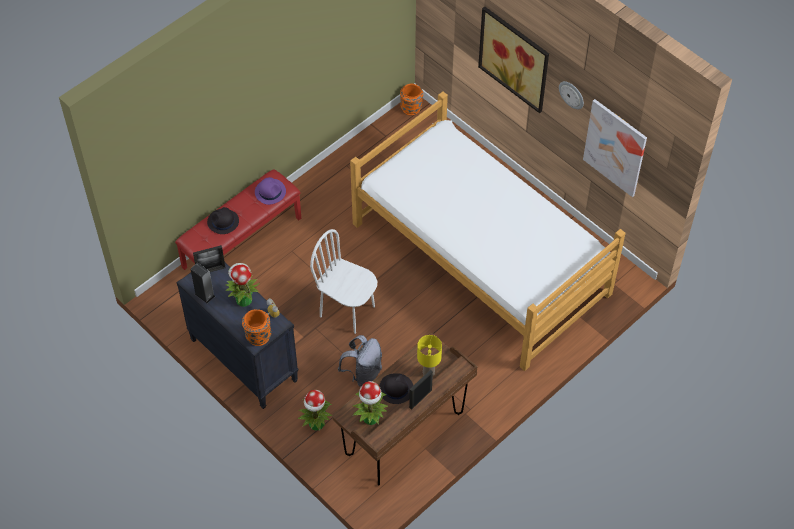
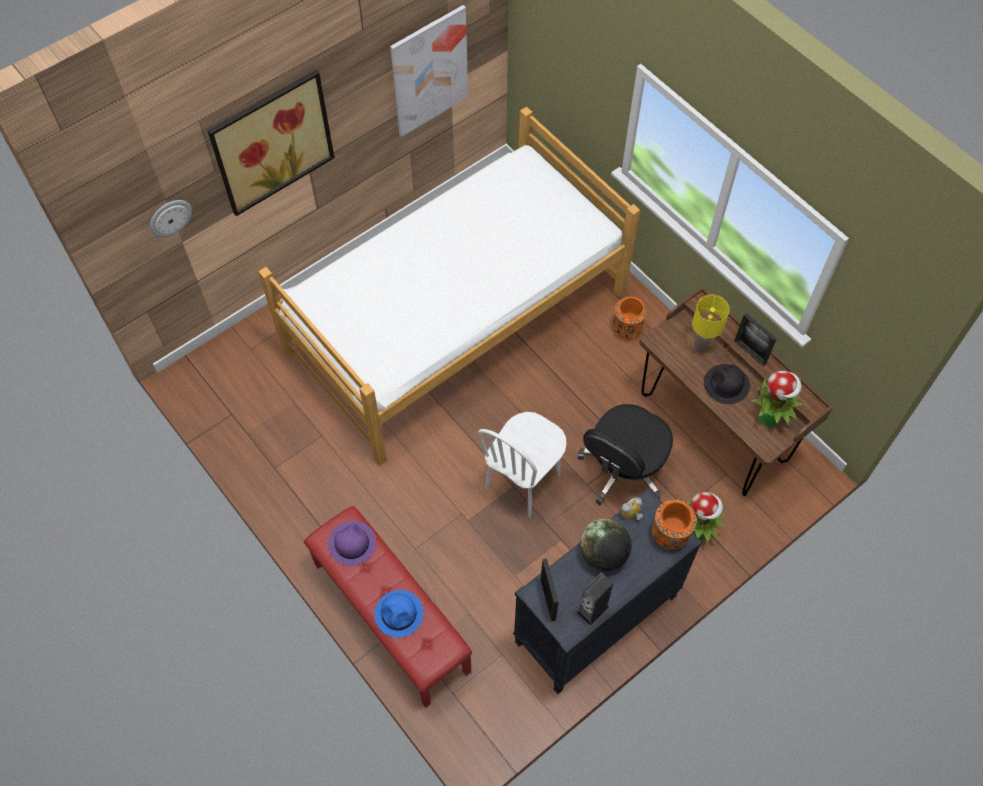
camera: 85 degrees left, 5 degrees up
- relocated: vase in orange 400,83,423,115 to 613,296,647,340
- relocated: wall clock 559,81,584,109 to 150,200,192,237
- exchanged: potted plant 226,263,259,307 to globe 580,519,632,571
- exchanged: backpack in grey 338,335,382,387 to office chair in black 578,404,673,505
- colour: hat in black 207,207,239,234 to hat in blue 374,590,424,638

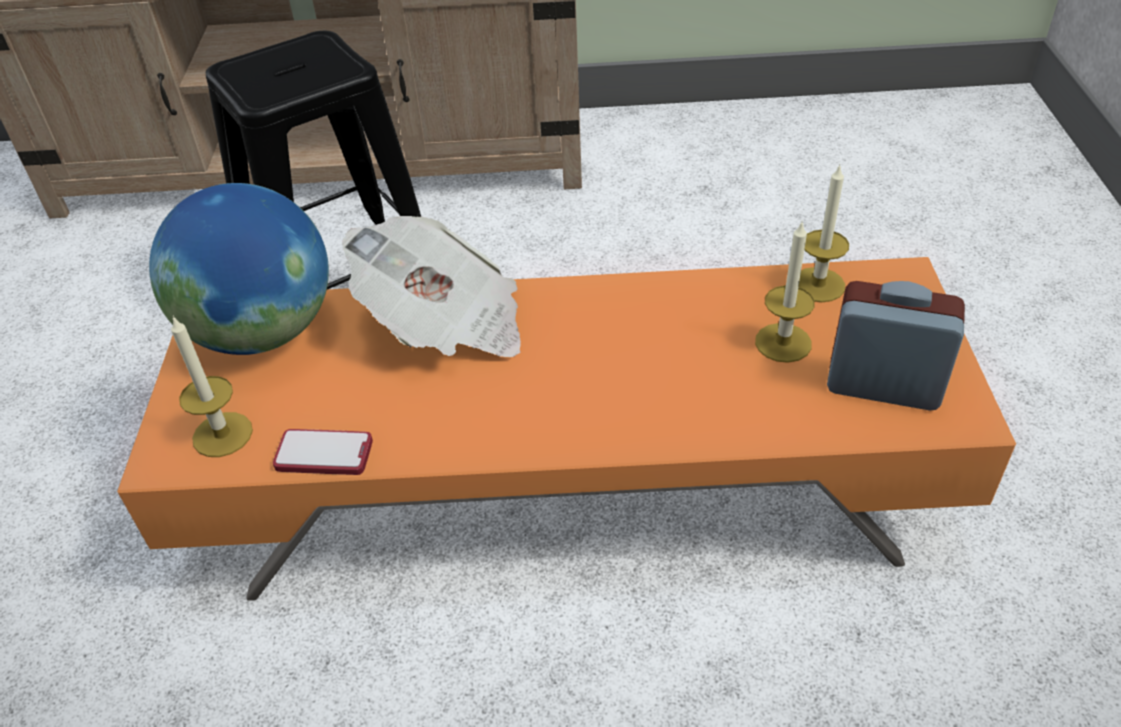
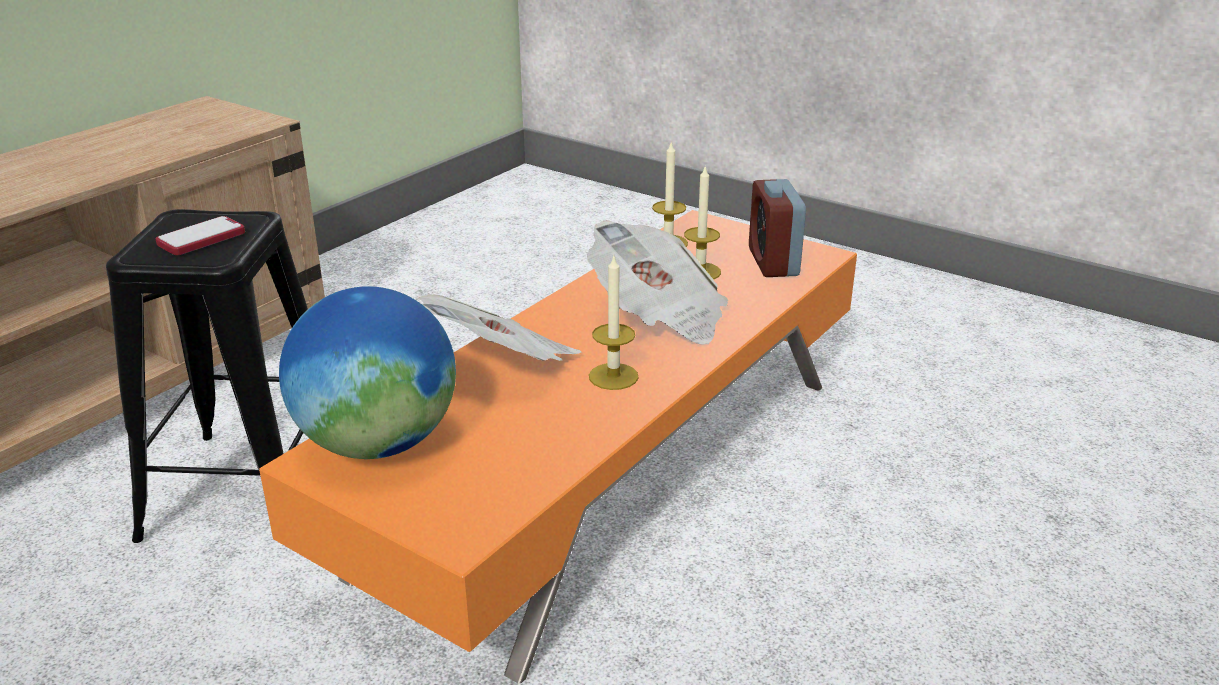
camera: 55 degrees left, 15 degrees down
- appeared: newspaper 587,220,728,345
- relocated: candle 171,315,253,457 to 589,257,639,390
- relocated: phone 273,429,373,475 to 156,216,245,255
- spun: alarm clock 827,281,965,411 = 749,179,806,277 60 degrees counterclockwise

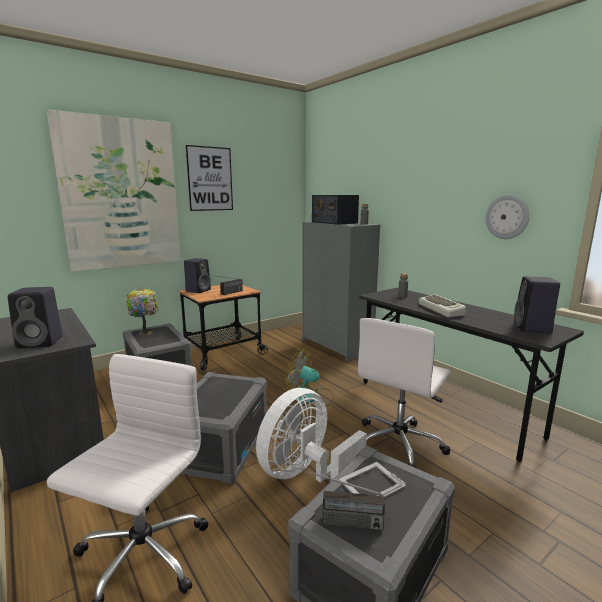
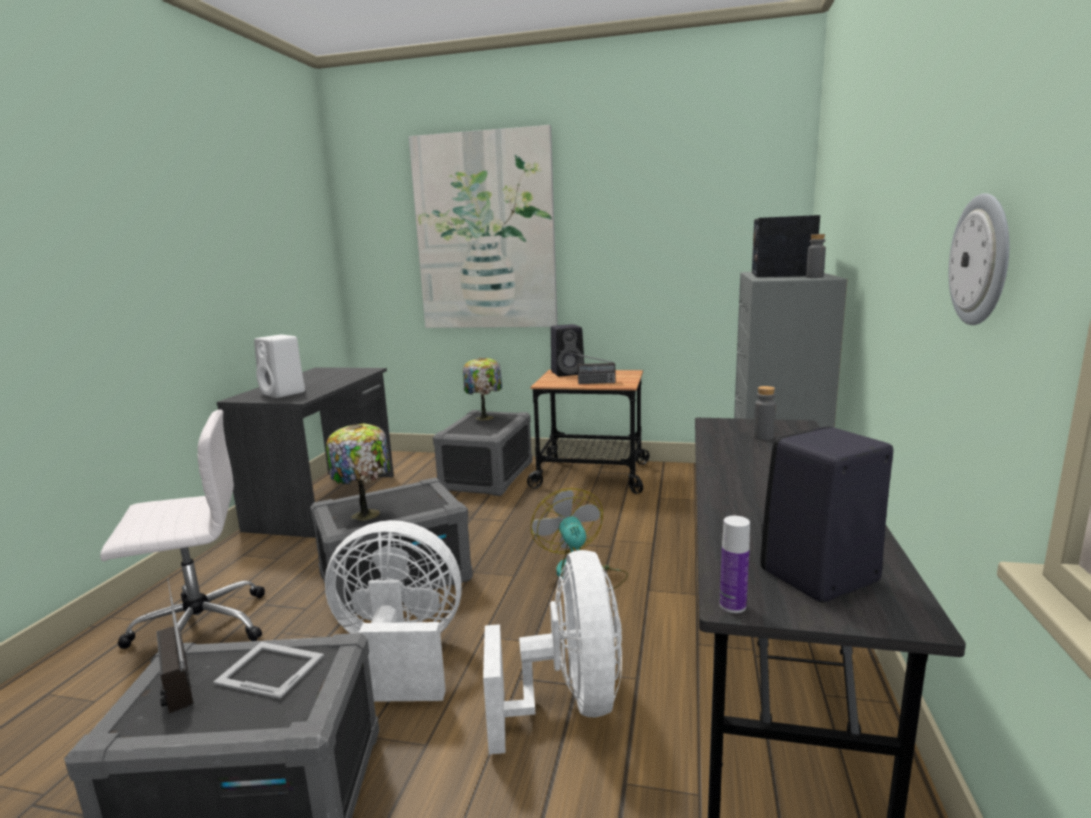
camera: 50 degrees right, 0 degrees up
- missing: picture 186,145,233,211
- missing: keyboard 419,294,466,317
- appeared: table lamp 326,423,390,521
- appeared: bottle 720,516,750,613
- exchanged: office chair in white 358,318,451,468 to fan in white 483,550,622,755
- colour: speaker in black 8,287,63,348 to speaker in white 254,334,305,398

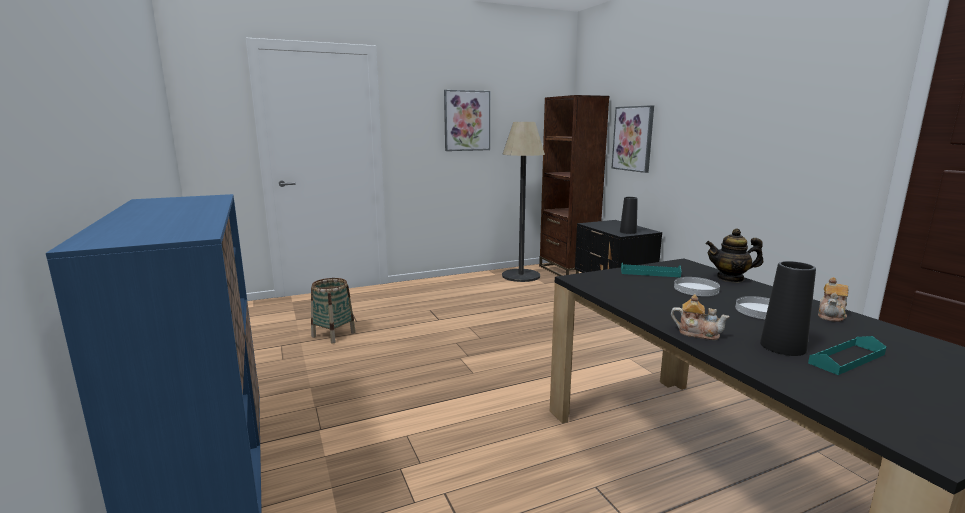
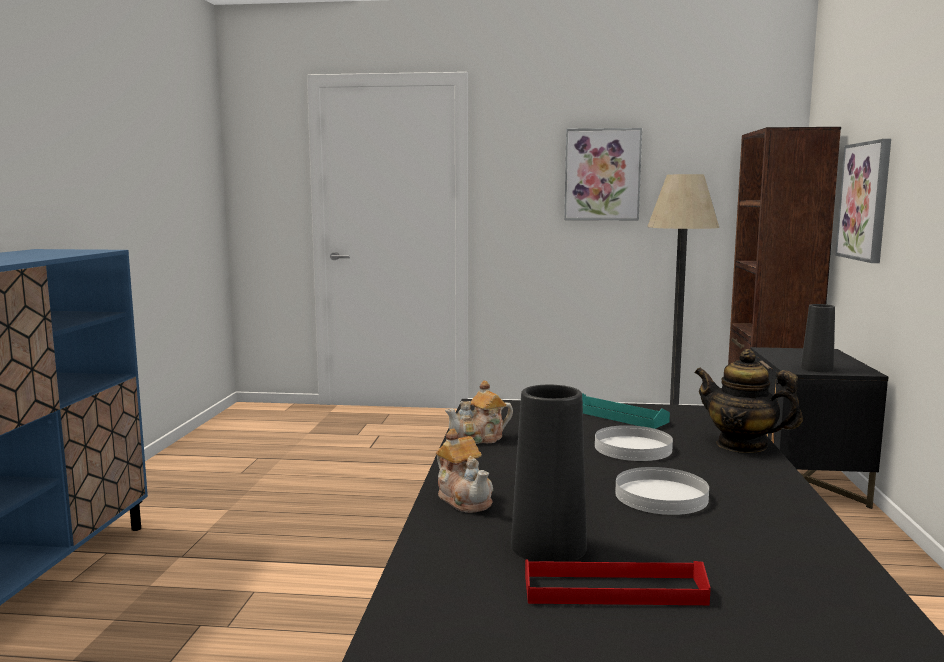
camera: 30 degrees right, 5 degrees down
- missing: basket 311,278,356,343
- relocated: teapot 818,277,848,322 to 445,380,513,444
- colour: tray in turquoise 808,336,886,375 to tray in red 525,559,711,605

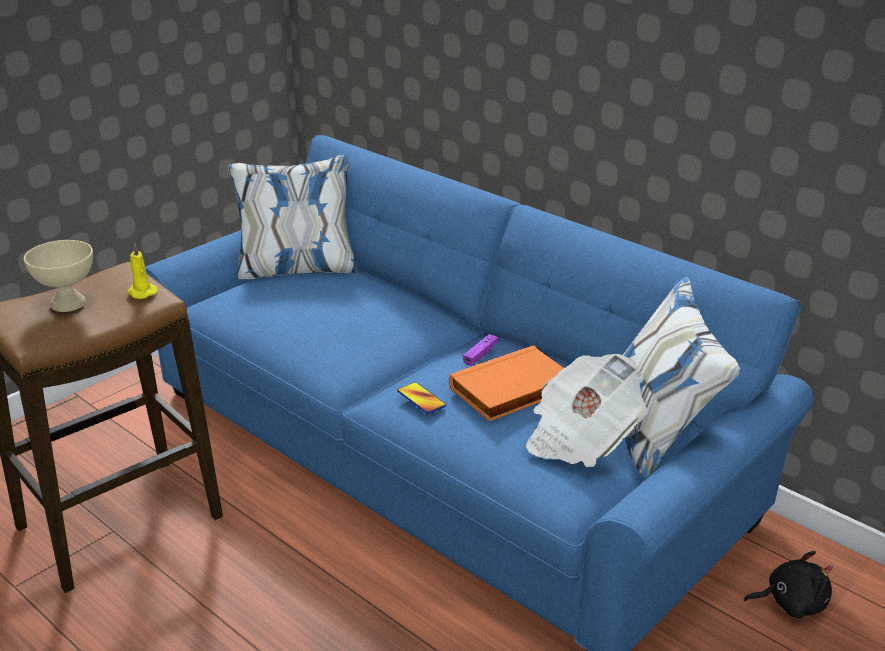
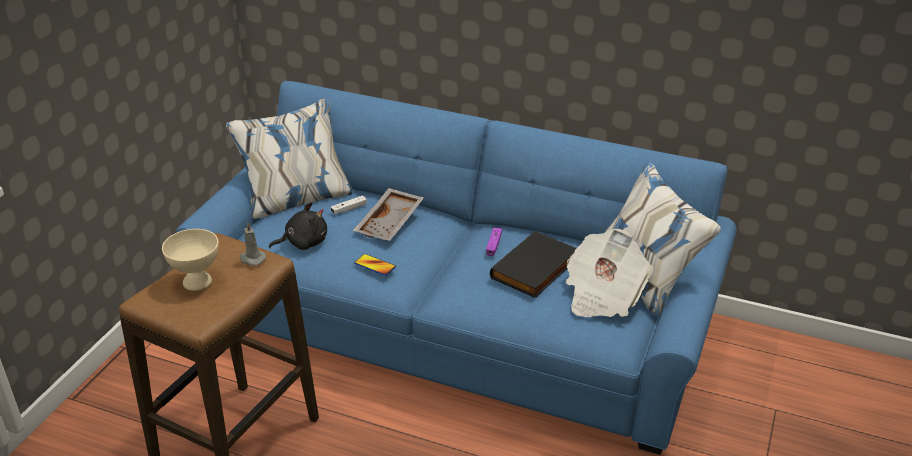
camera: 20 degrees left, 5 degrees up
- appeared: game controller in white 331,195,367,214
- appeared: tray in grey 353,188,424,241
- relocated: phone 397,382,446,414 to 354,254,396,276
- relocated: plush toy in black 743,551,833,618 to 269,202,327,250
- colour: candle in yellow 127,244,158,299 to candle in grey 240,222,266,266
- colour: book in orange 449,345,564,421 to book in black 490,231,577,298

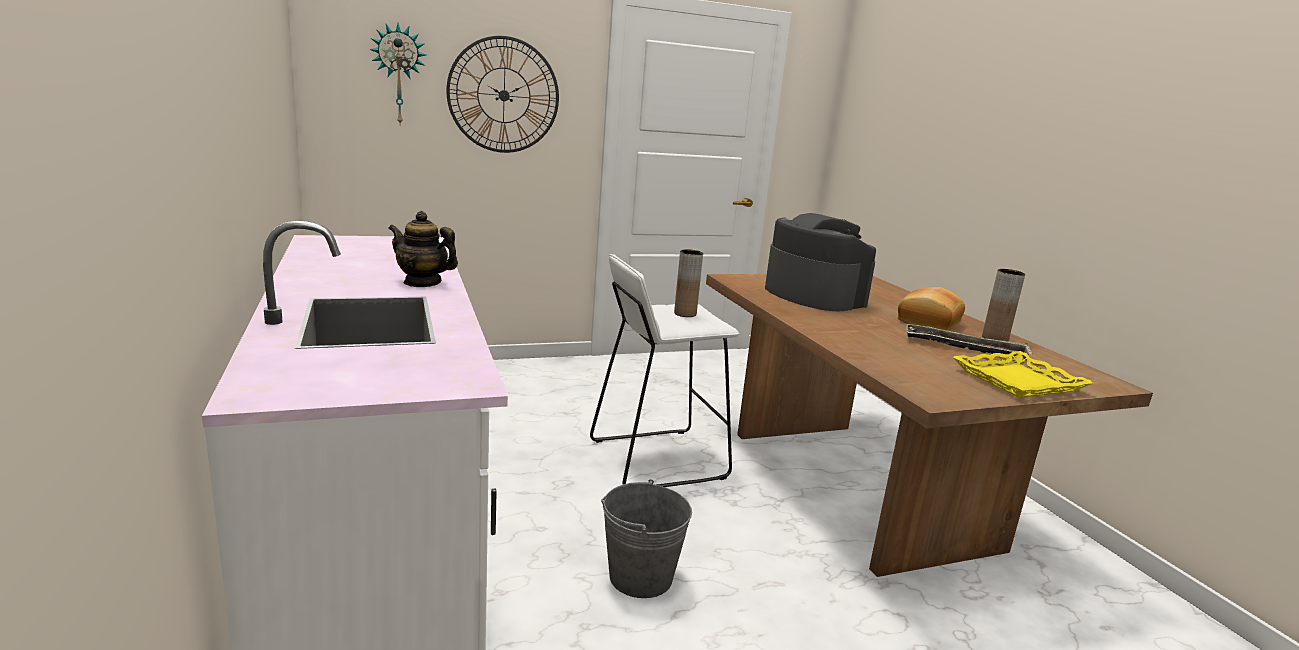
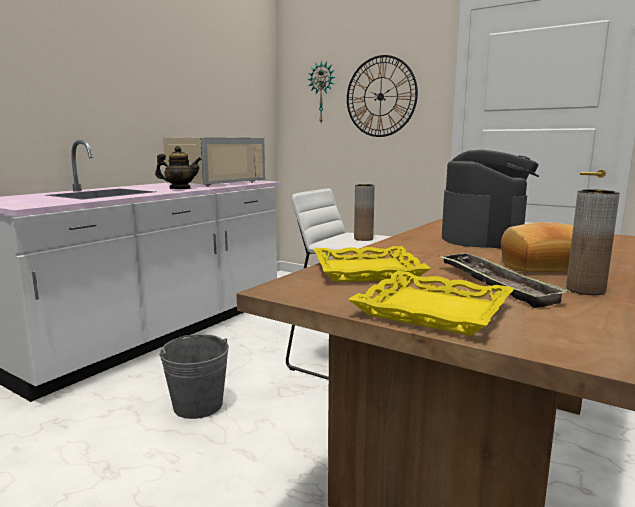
camera: 55 degrees right, 5 degrees down
- appeared: microwave in beige 163,137,265,187
- appeared: tray in yellow 314,246,431,282
- spun: teapot 388,211,458,287 = 155,146,202,189 105 degrees clockwise

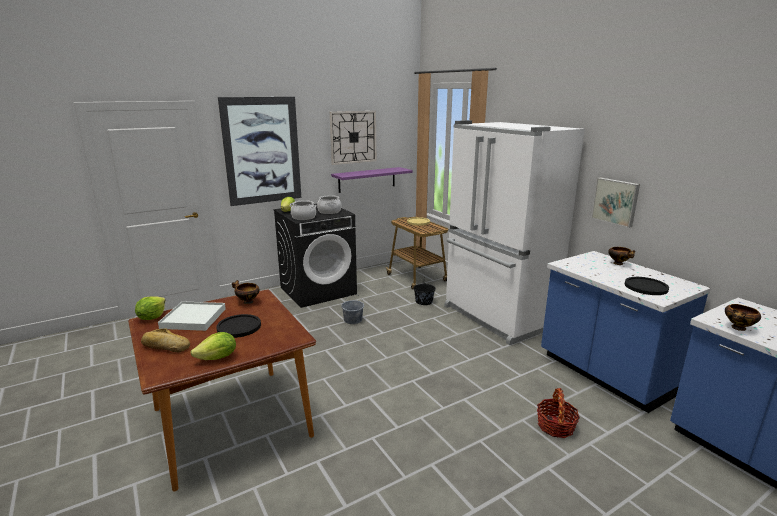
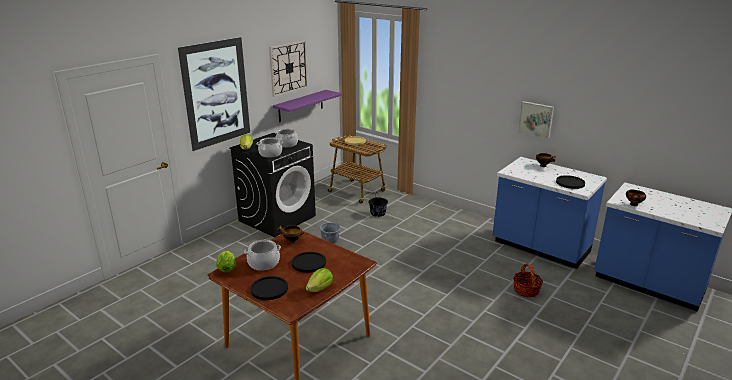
camera: 20 degrees left, 5 degrees up
- missing: fridge in white 445,120,585,345
- exchanged: bread 141,328,190,352 to plate in black 250,276,288,300
- exchanged: tray in white 158,301,226,331 to cooking pot 244,240,281,271

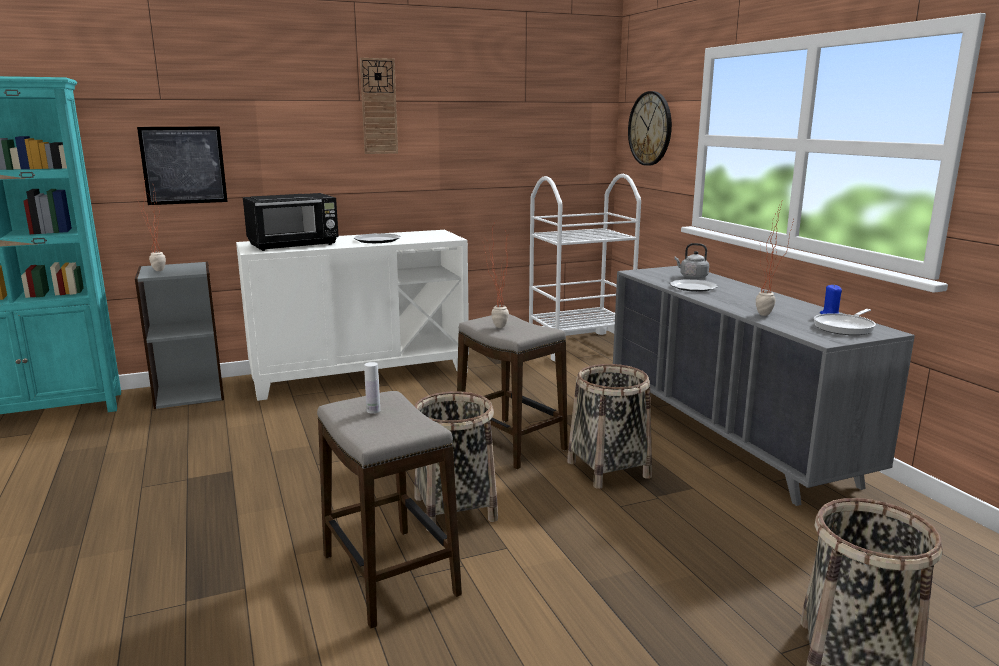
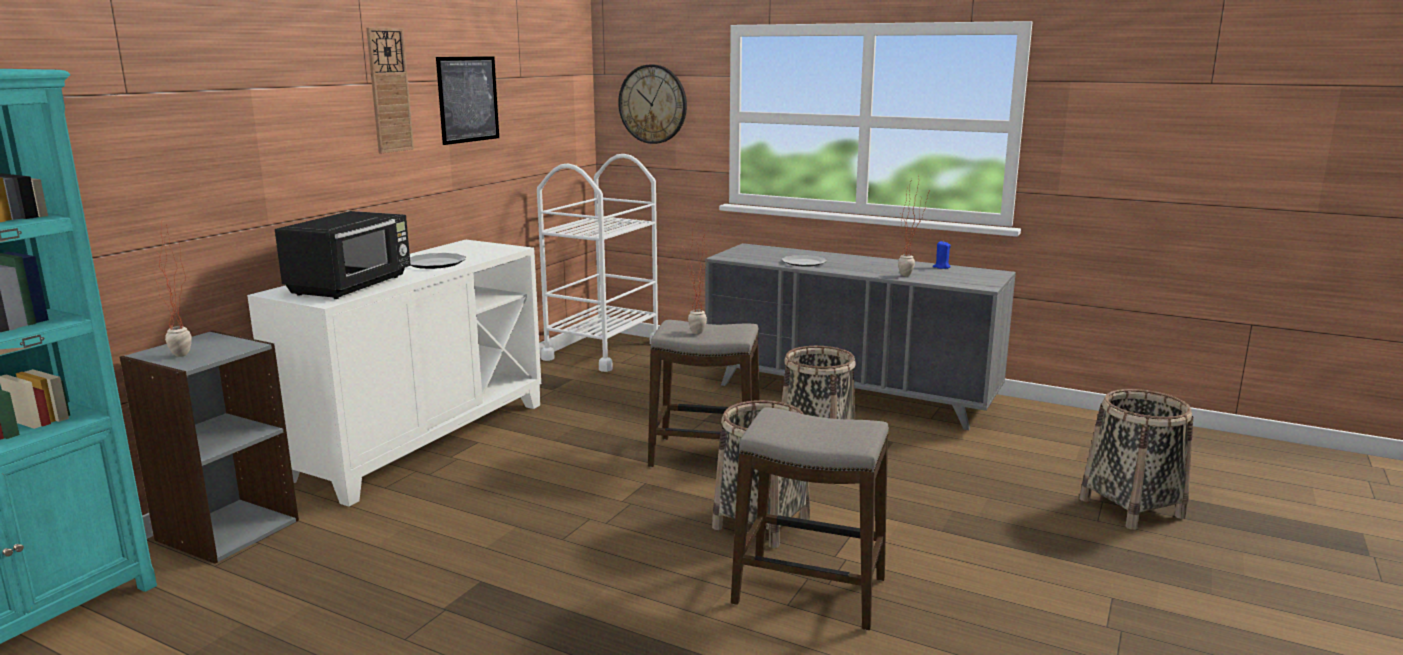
camera: 40 degrees left, 0 degrees up
- missing: bottle in white 364,362,380,413
- missing: kettle in grey 674,243,709,279
- missing: frying pan 814,309,876,335
- relocated: picture 137,126,228,205 to 436,56,499,145

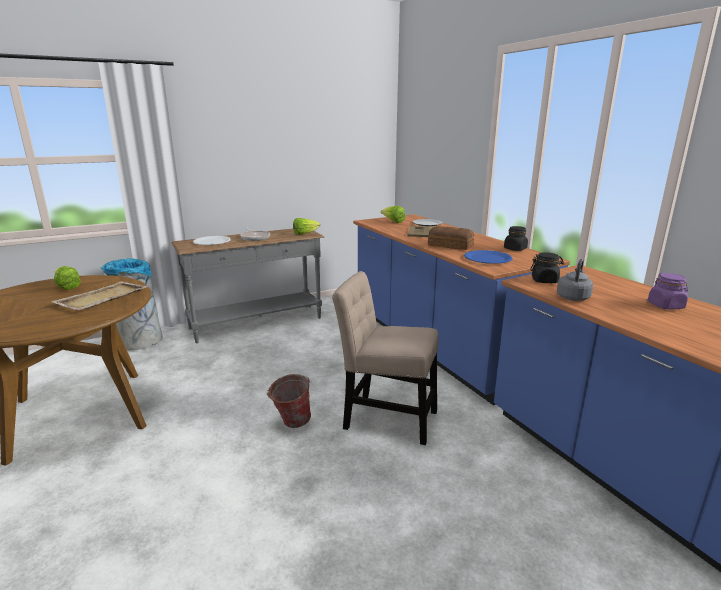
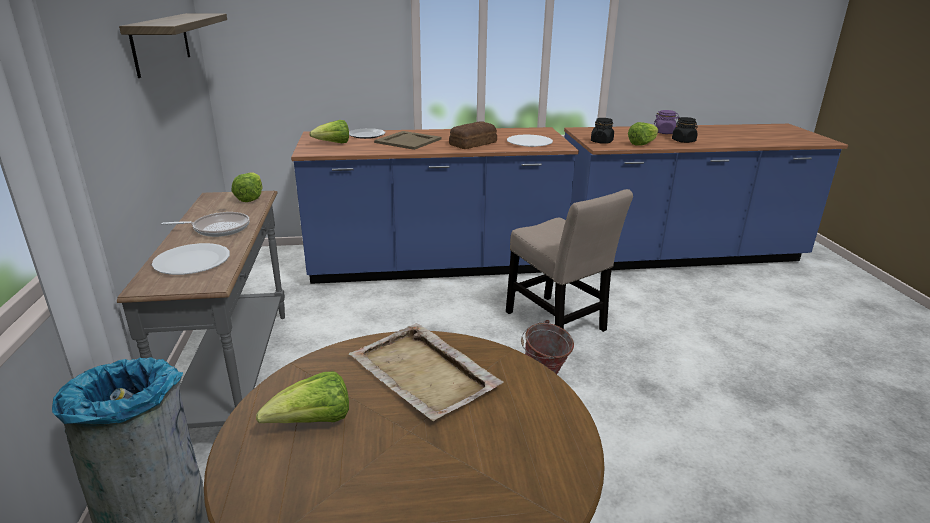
camera: 70 degrees left, 5 degrees up
- appeared: shelf 119,13,227,78
- relocated: jar in black 504,226,528,251 to 672,117,698,143
- exchanged: kettle in grey 557,259,593,301 to lettuce 628,122,658,145
- colour: plate in blue 464,250,513,264 to plate in white 507,135,553,147
- spun: chair in beige 332,271,438,445 = 506,189,633,332 75 degrees counterclockwise

